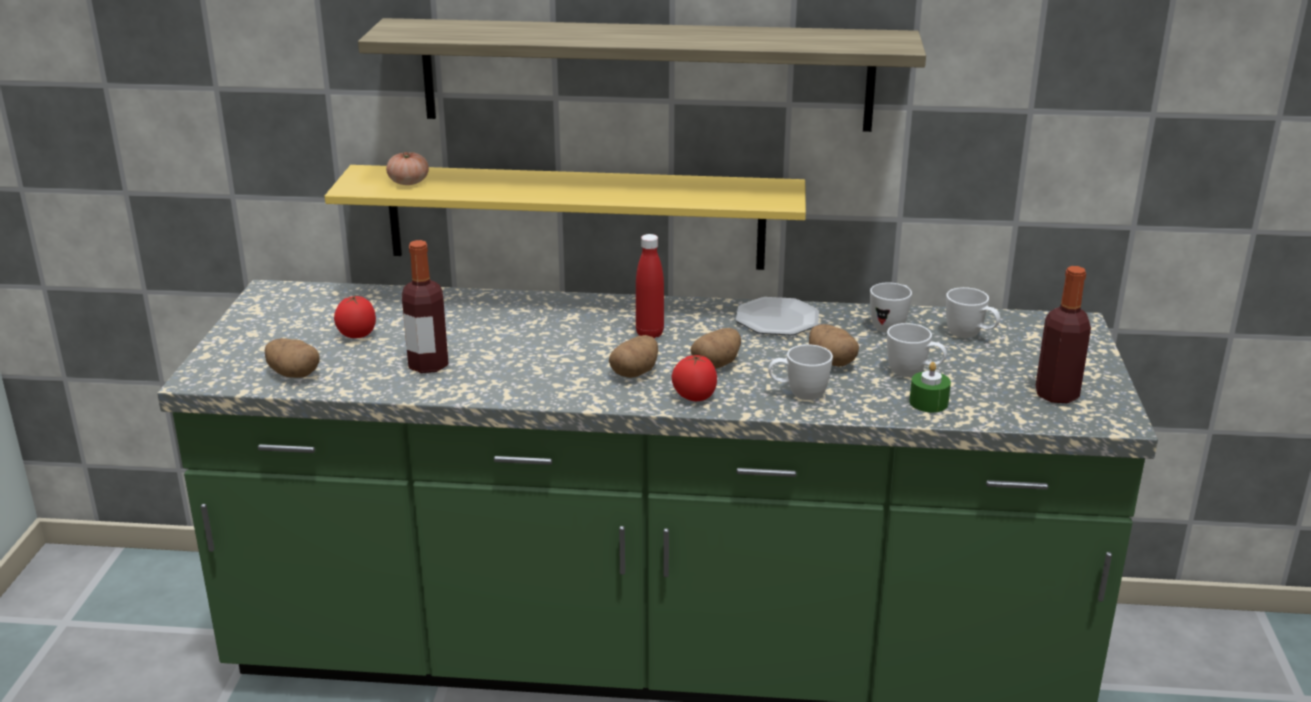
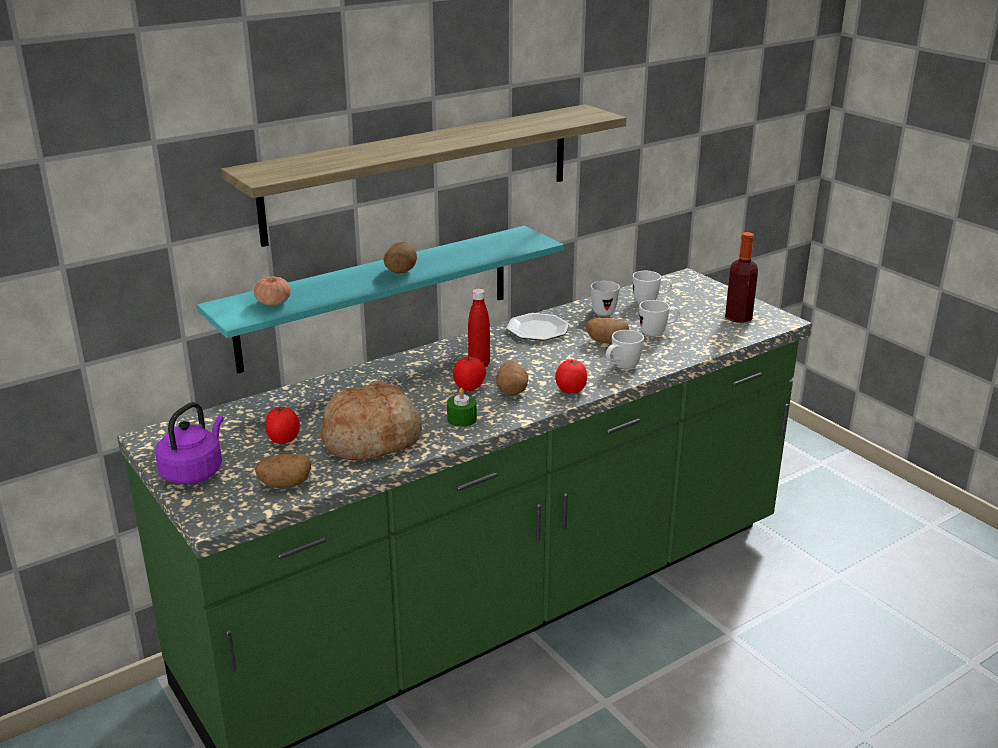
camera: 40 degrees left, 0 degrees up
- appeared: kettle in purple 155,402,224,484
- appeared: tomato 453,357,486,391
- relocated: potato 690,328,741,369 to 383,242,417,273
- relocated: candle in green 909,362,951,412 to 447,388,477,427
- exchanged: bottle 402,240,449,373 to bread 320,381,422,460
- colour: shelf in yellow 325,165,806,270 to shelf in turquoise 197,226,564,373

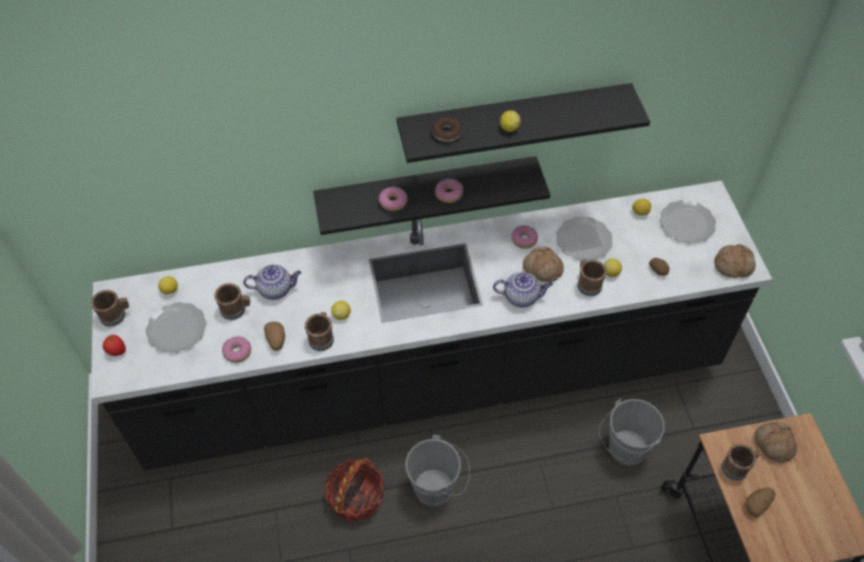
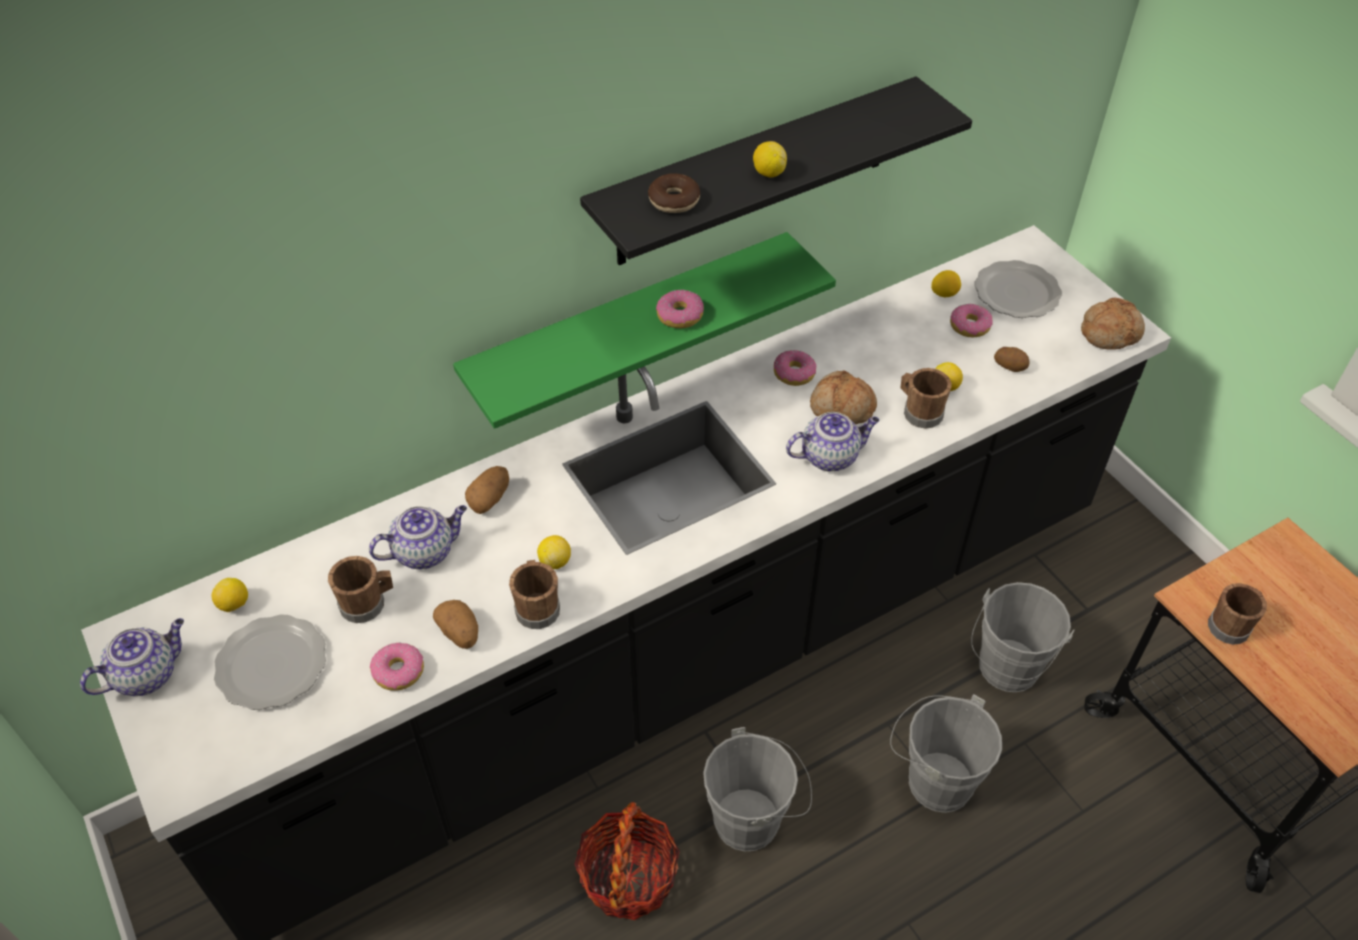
camera: 20 degrees left, 5 degrees down
- missing: tomato 103,335,126,356
- missing: plate 557,216,613,260
- missing: bread 754,422,797,463
- appeared: bucket in grey 890,695,1002,813
- relocated: donut 379,187,408,211 to 950,304,993,337
- relocated: potato 746,488,775,517 to 465,466,509,514
- exchanged: mug in brown 91,290,129,327 to teapot 80,618,184,696
- colour: shelf in black 313,156,550,235 to shelf in green 453,232,836,429

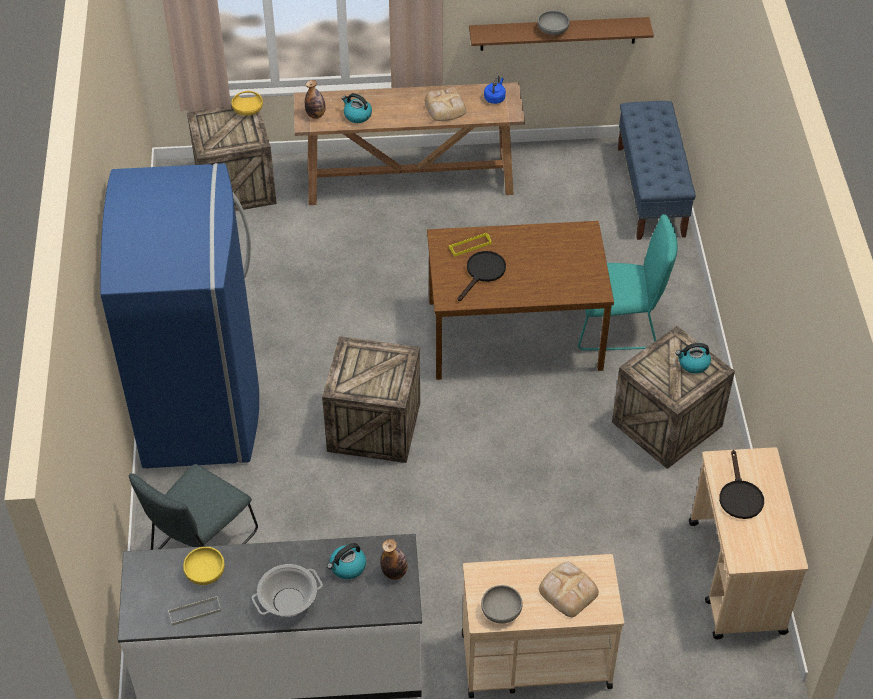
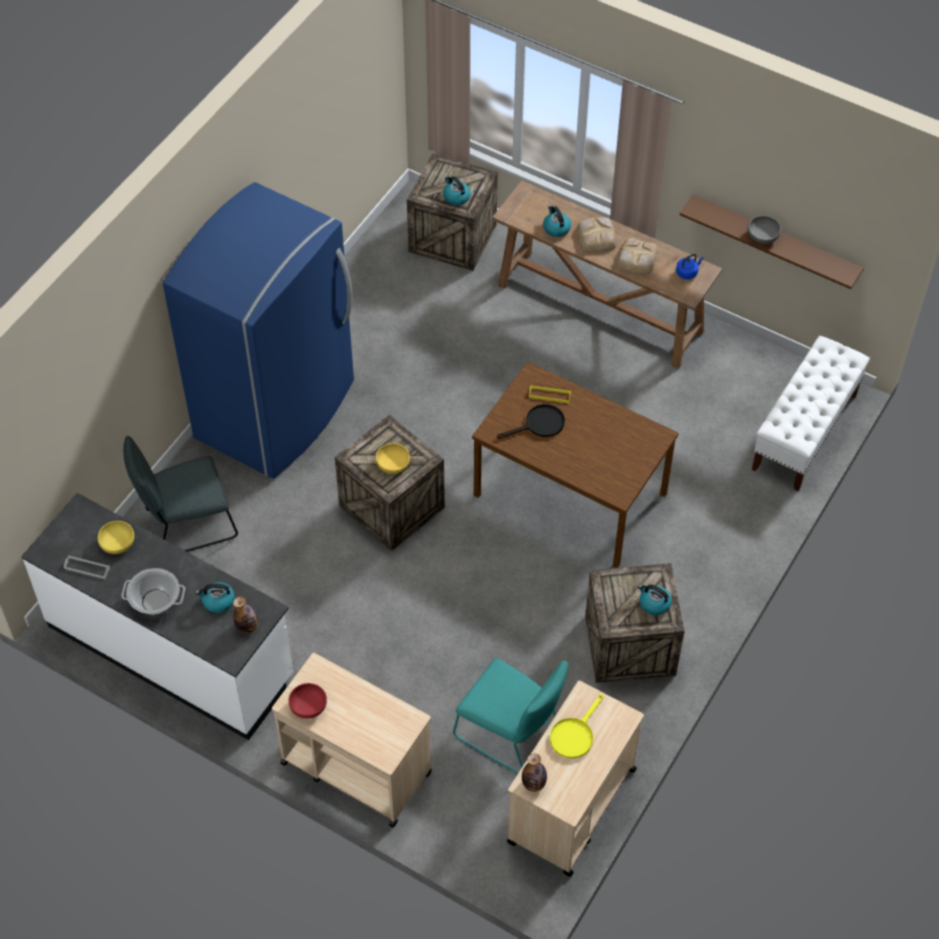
camera: 35 degrees right, 5 degrees up
- appeared: kettle 443,176,471,206
- relocated: bowl in yellow 231,91,263,116 to 376,443,410,474
- relocated: bottle 305,80,325,119 to 522,754,547,792
- relocated: bread 539,562,599,617 to 577,217,617,253
- relocated: chair in turquoise 578,214,678,350 to 453,658,568,774
- colour: bowl in grey 481,585,523,624 to bowl in red 288,683,327,719
- colour: bench in blue 618,101,696,240 to bench in white 752,336,870,491
- colour: frying pan in black 719,450,764,519 to frying pan in yellow 550,694,604,758

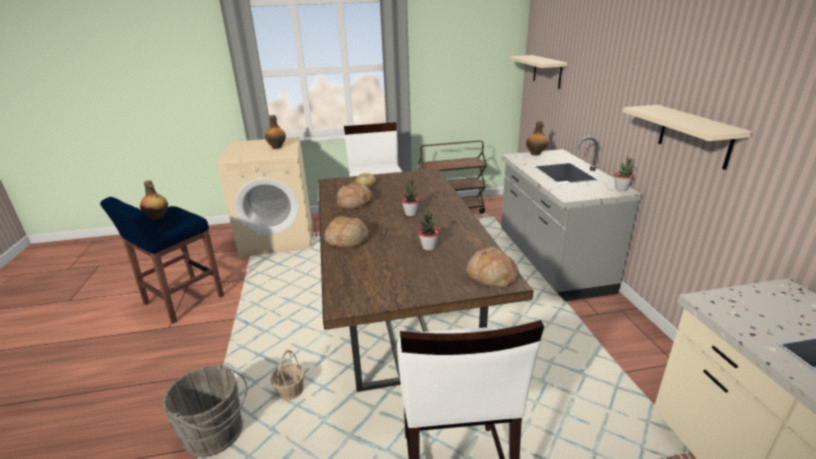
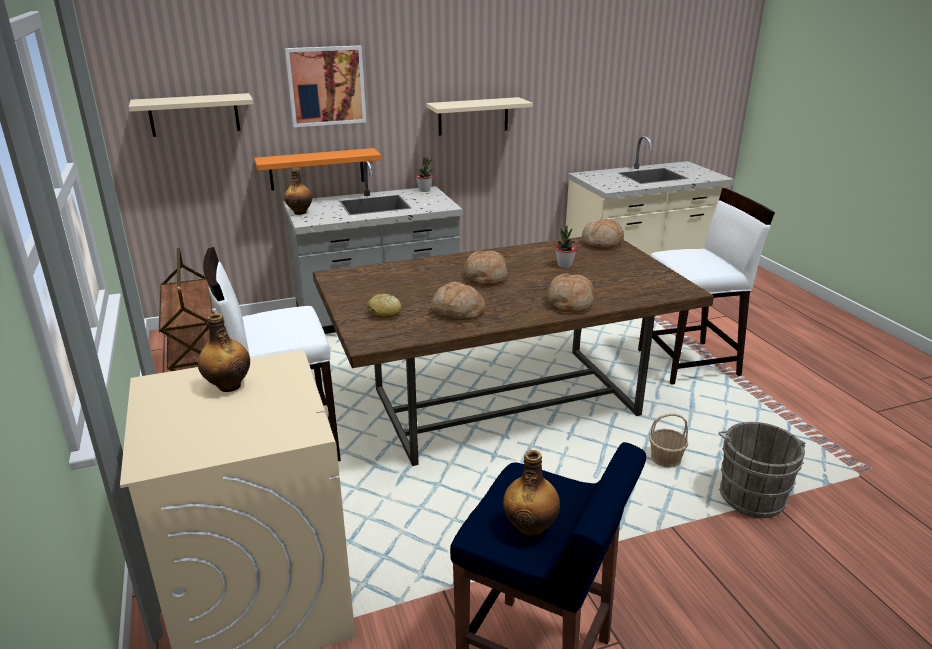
camera: 100 degrees left, 0 degrees up
- appeared: shelf in orange 254,148,381,190
- appeared: picture 285,46,366,127
- exchanged: potted plant 401,179,420,216 to bread 464,250,507,285

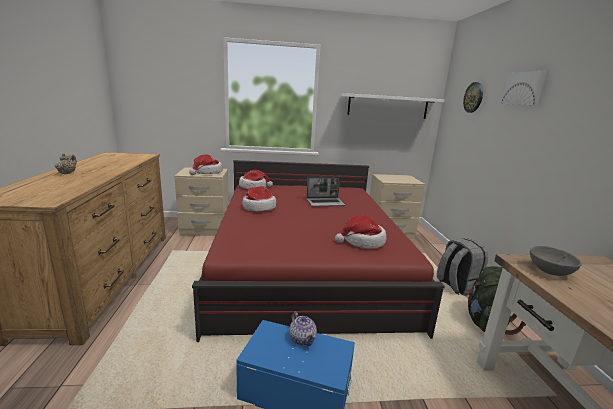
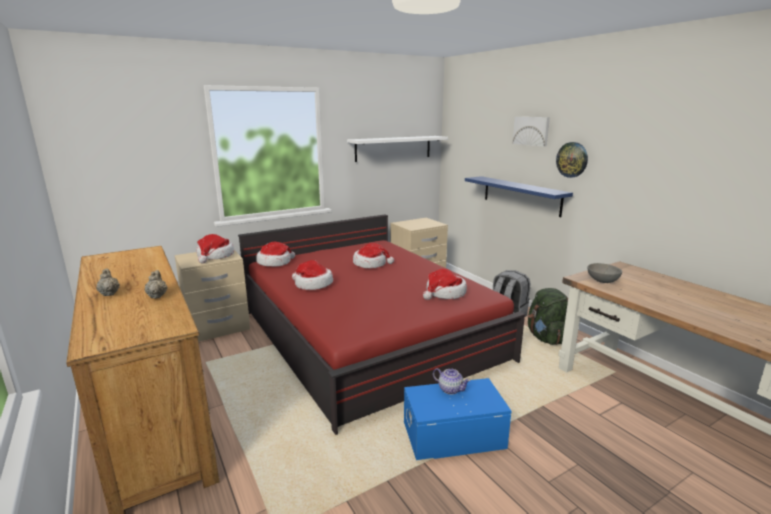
camera: 25 degrees left, 0 degrees up
- appeared: teapot in beige 144,270,168,299
- appeared: shelf in blue 465,176,573,217
- relocated: wall clock 463,82,483,113 to 556,142,588,178
- exchanged: laptop 306,177,345,207 to hat 353,243,394,268

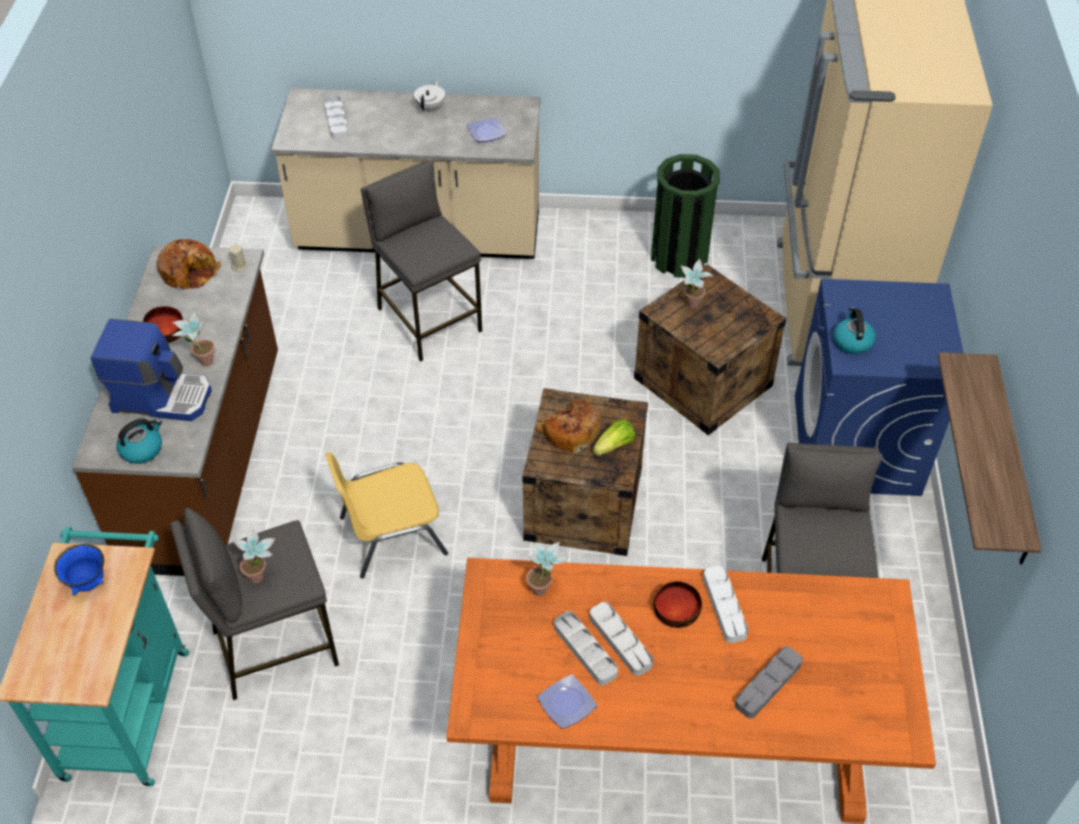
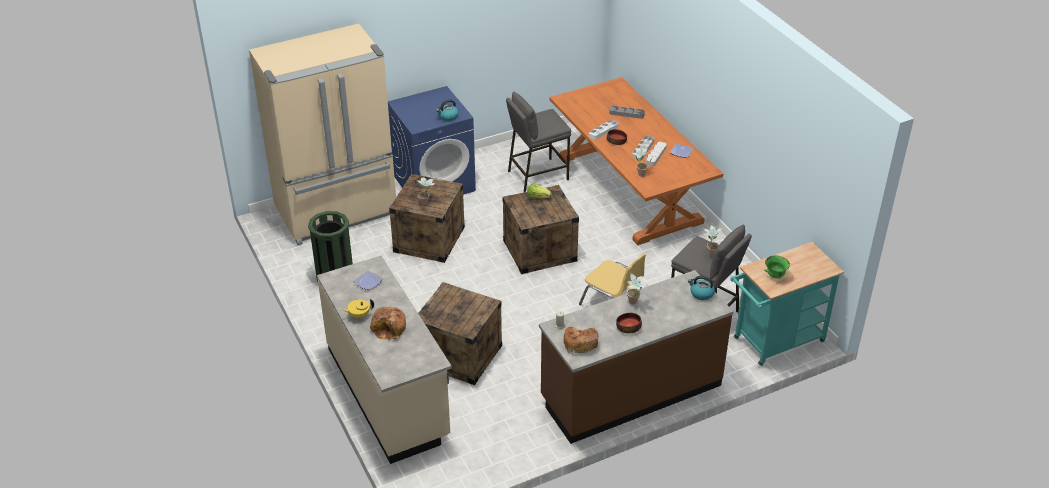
camera: 120 degrees left, 10 degrees down
- missing: coffee machine 91,319,212,421
- missing: tray in white 324,95,349,140
- missing: shelf 938,352,1042,565
- relocated: bread 537,399,601,454 to 370,306,406,340
- exchanged: stool in grey 361,160,482,362 to crate 418,282,502,385
- colour: bowl in blue 54,544,104,595 to bowl in green 764,256,790,279
- colour: teapot in white 414,80,445,112 to teapot in yellow 341,299,374,319

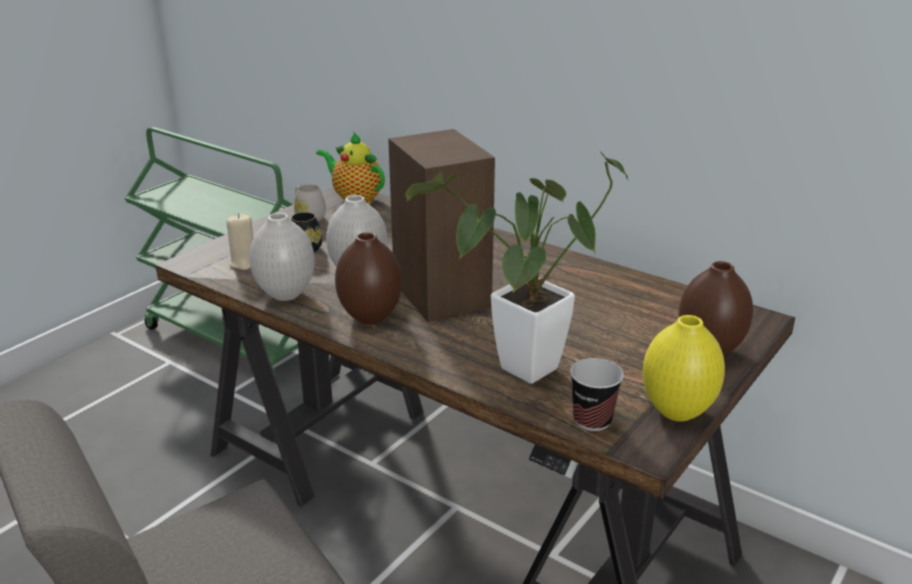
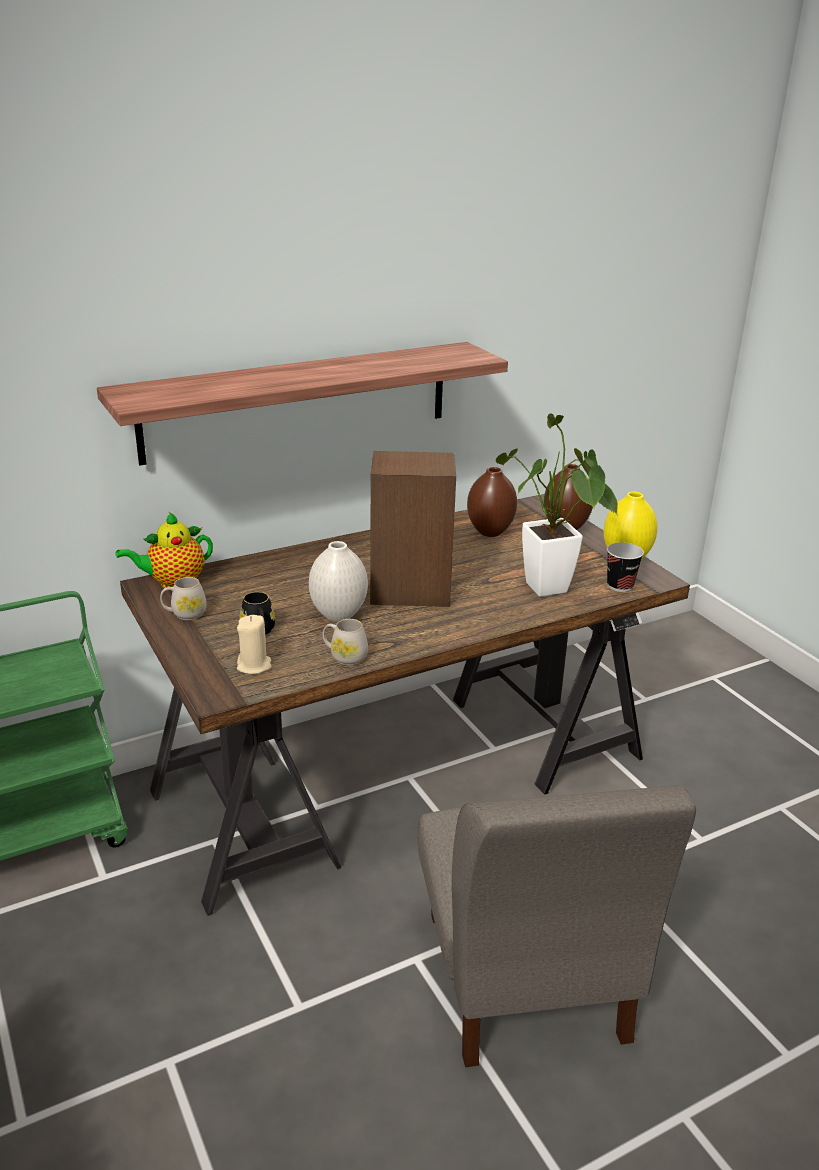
camera: 65 degrees left, 0 degrees up
- appeared: shelf 97,342,508,465
- relocated: vase in brown 335,232,402,324 to 467,467,517,537
- exchanged: vase in white 250,213,315,301 to mug in white 323,619,368,665

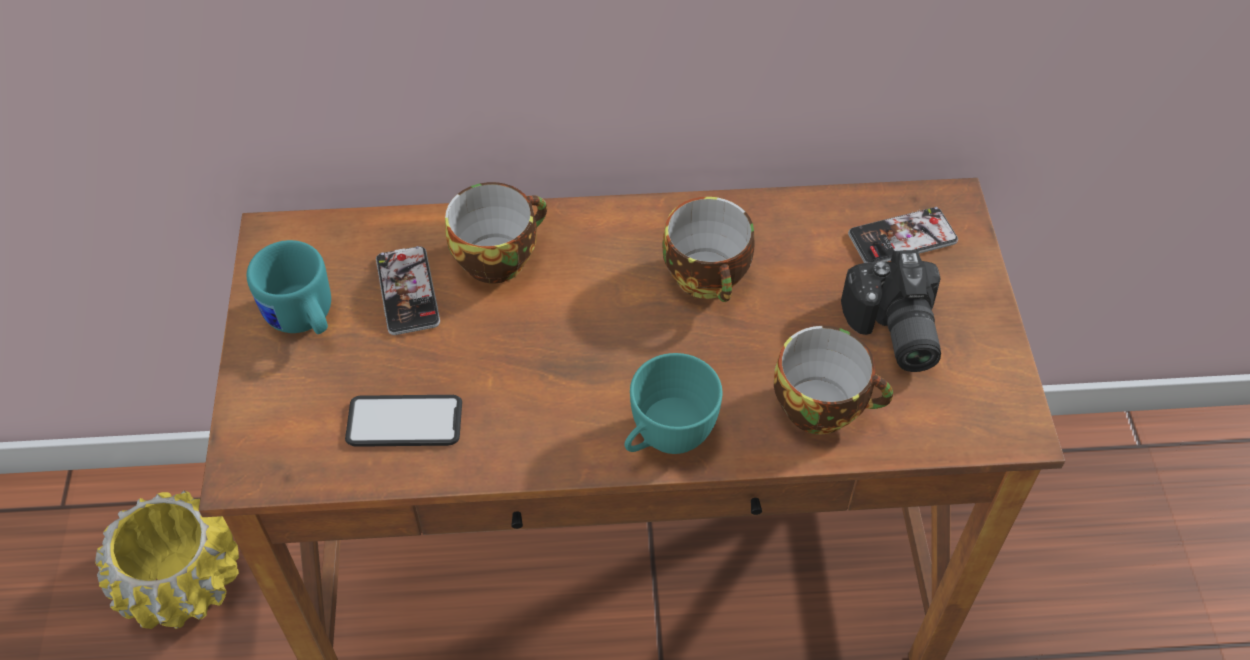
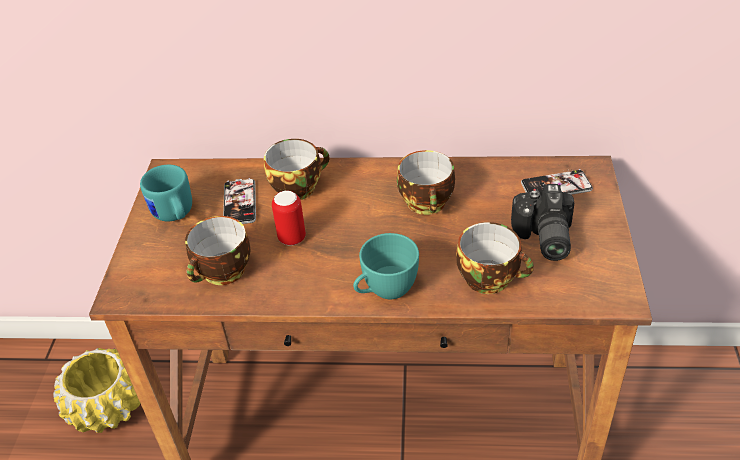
camera: 10 degrees right, 10 degrees down
- appeared: can 272,191,306,245
- exchanged: phone 345,395,462,447 to cup 185,216,251,285

